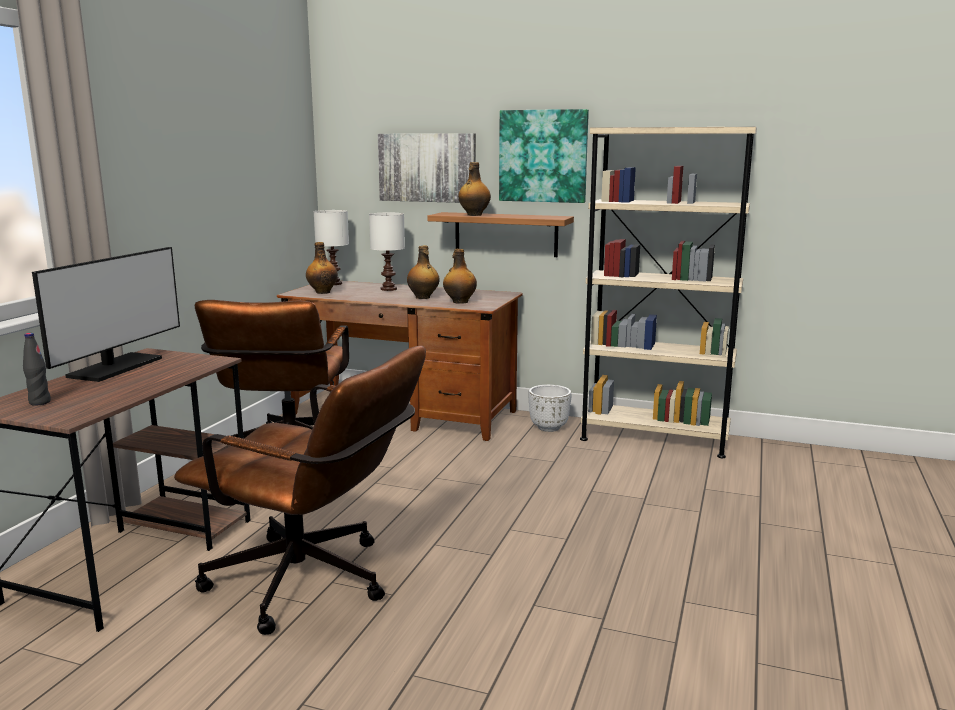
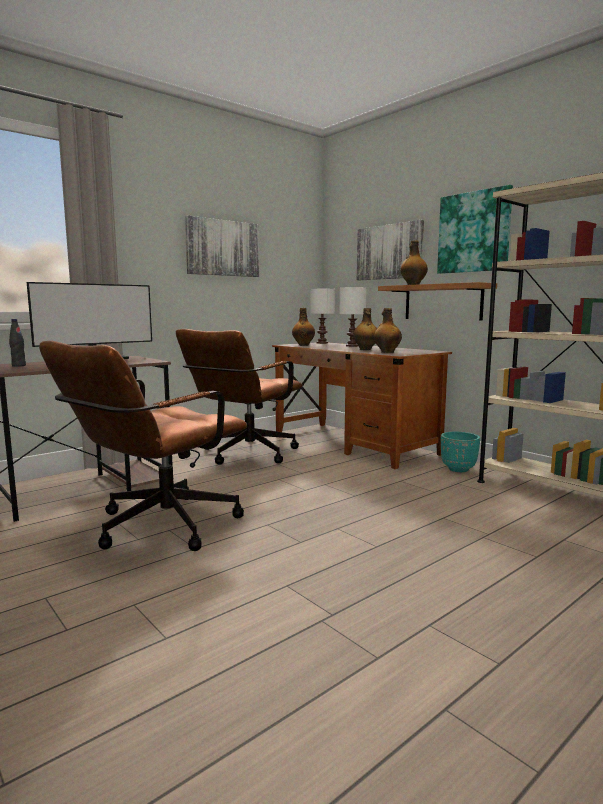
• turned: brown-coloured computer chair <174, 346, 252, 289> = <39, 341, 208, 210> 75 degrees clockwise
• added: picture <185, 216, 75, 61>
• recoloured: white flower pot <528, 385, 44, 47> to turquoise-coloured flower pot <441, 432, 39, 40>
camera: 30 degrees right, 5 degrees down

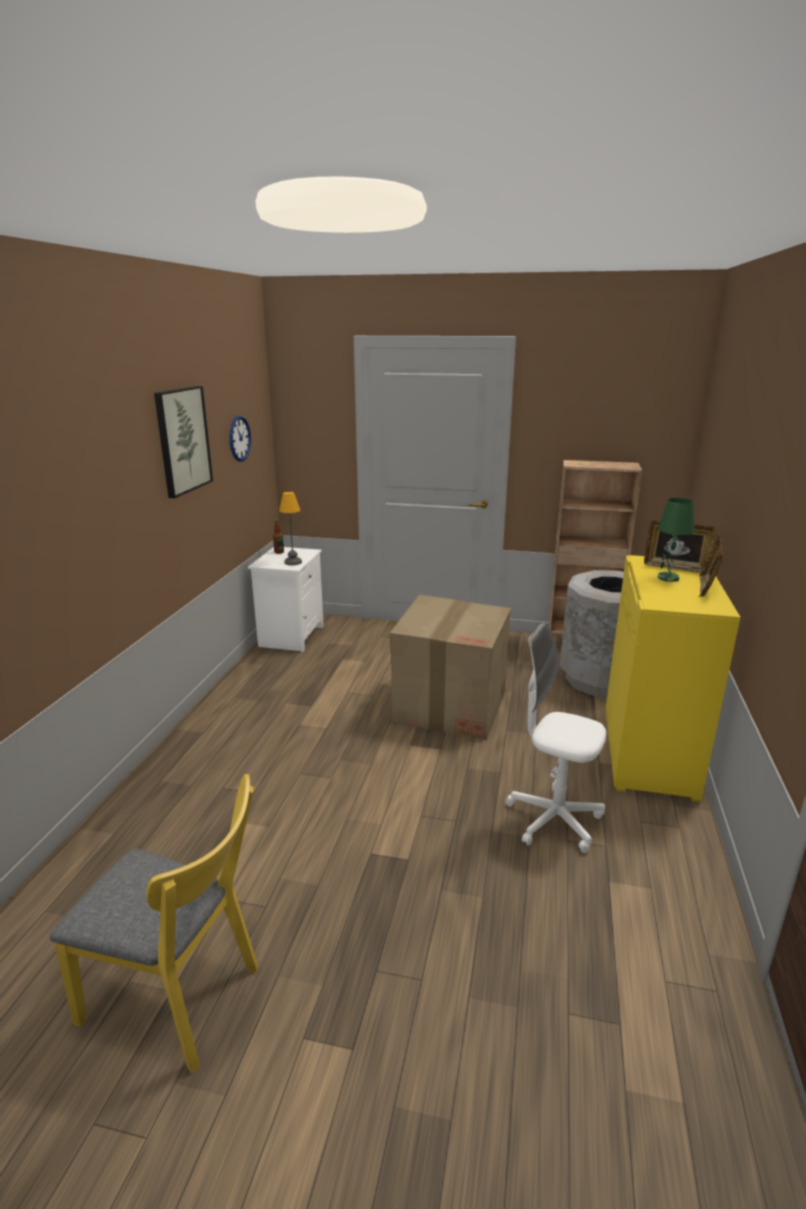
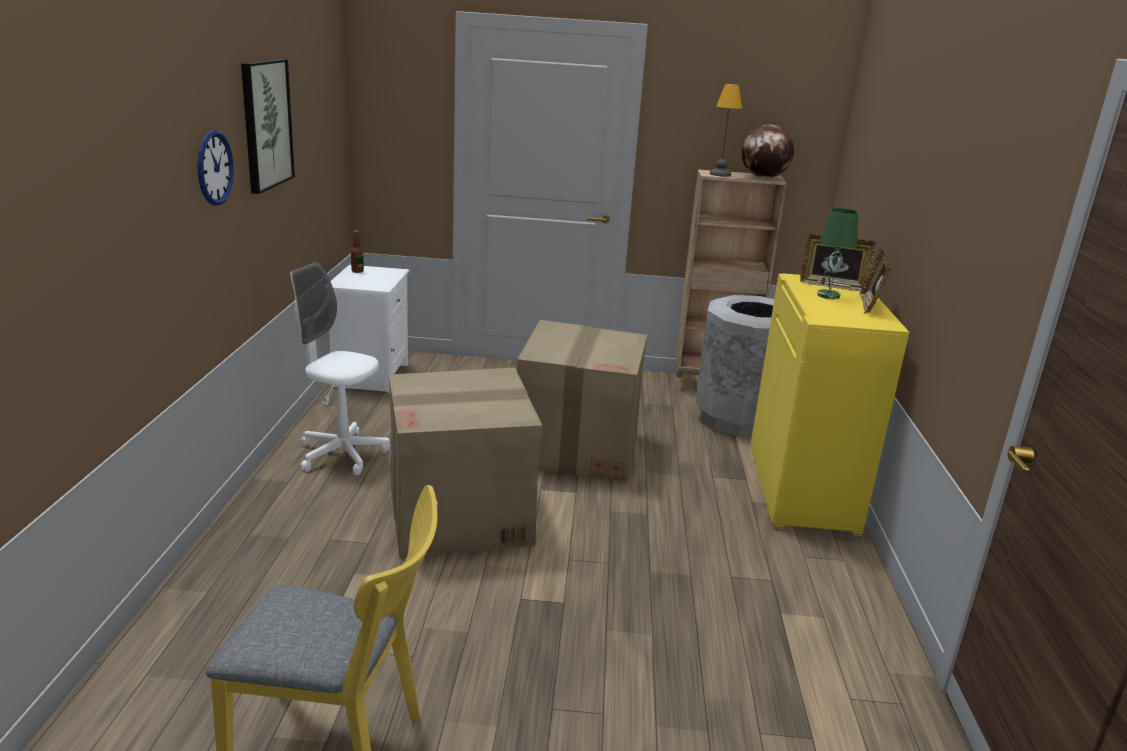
• moved: wall clock <229, 416, 22, 46> to <197, 131, 37, 74>
• moved: white computer chair <506, 622, 100, 231> to <291, 262, 99, 214>
• added: carton <389, 367, 153, 191>
• moved: tabletop lamp <279, 492, 23, 73> to <710, 84, 32, 93>
• added: desk globe <742, 125, 52, 53>
camera: 10 degrees left, 0 degrees up

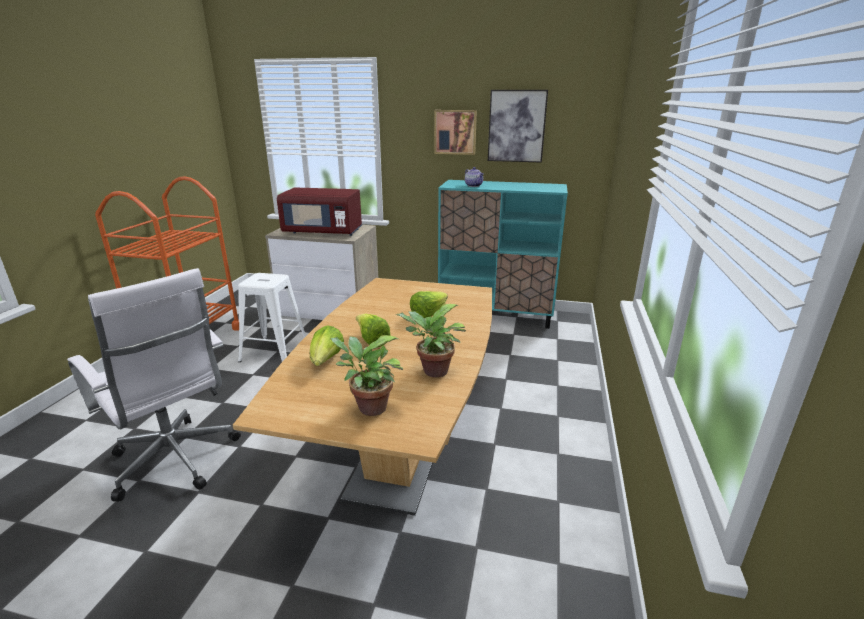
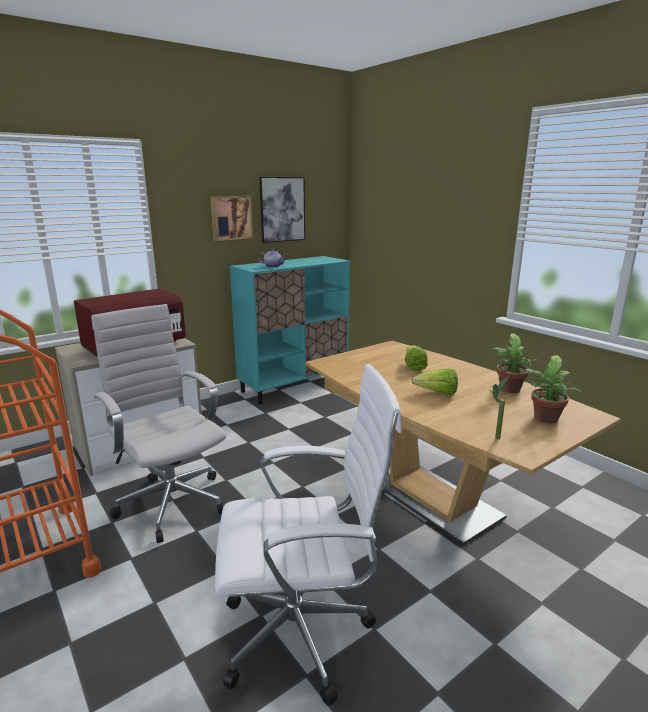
• replaced: white stool seat <238, 273, 68, 89> to white computer chair <91, 304, 135, 239>
• added: houseplant <488, 376, 22, 64>
• removed: head of lettuce <310, 325, 34, 41>
camera: 50 degrees left, 5 degrees down

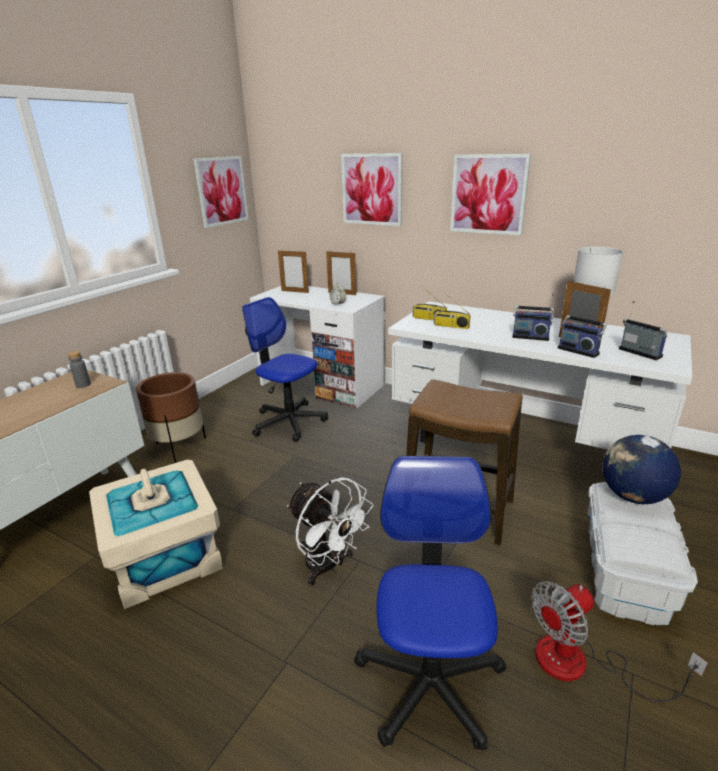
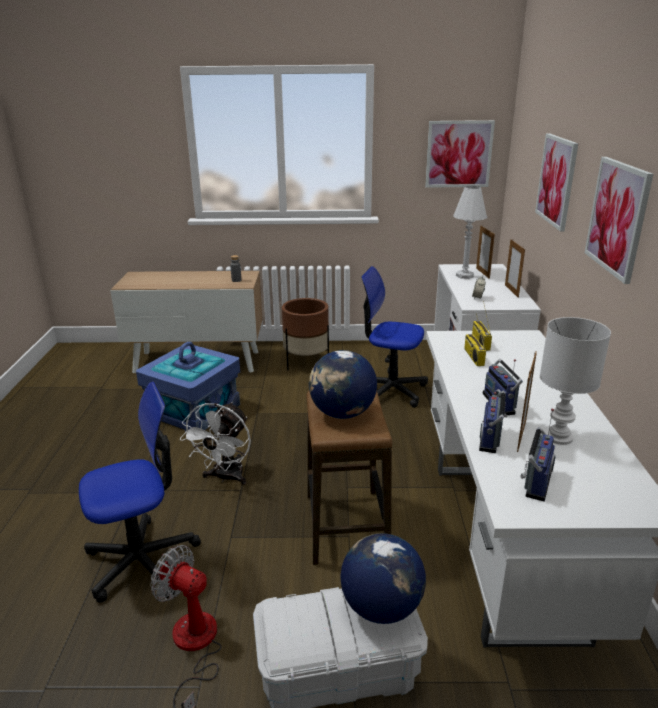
• recoloured: beige storage container <89, 459, 134, 150> to bluish storage container <136, 342, 104, 89>
• added: desk globe <309, 350, 68, 69>
• turned: computer chair <242, 297, 86, 145> = <361, 266, 67, 142> 75 degrees counterclockwise
• added: white tabletop lamp <453, 186, 34, 93>
camera: 60 degrees right, 0 degrees up

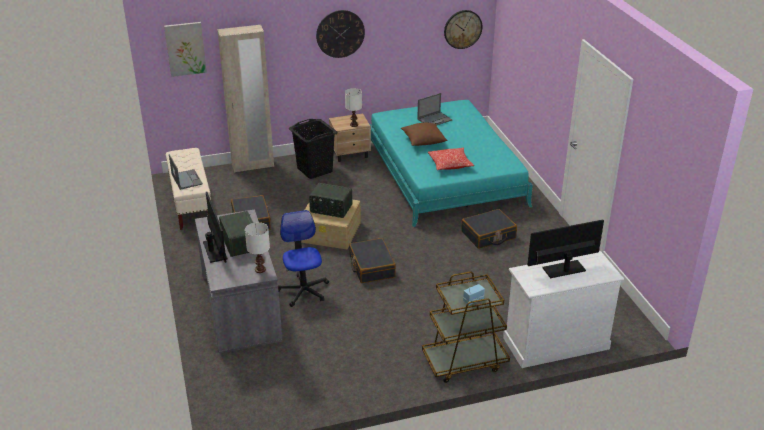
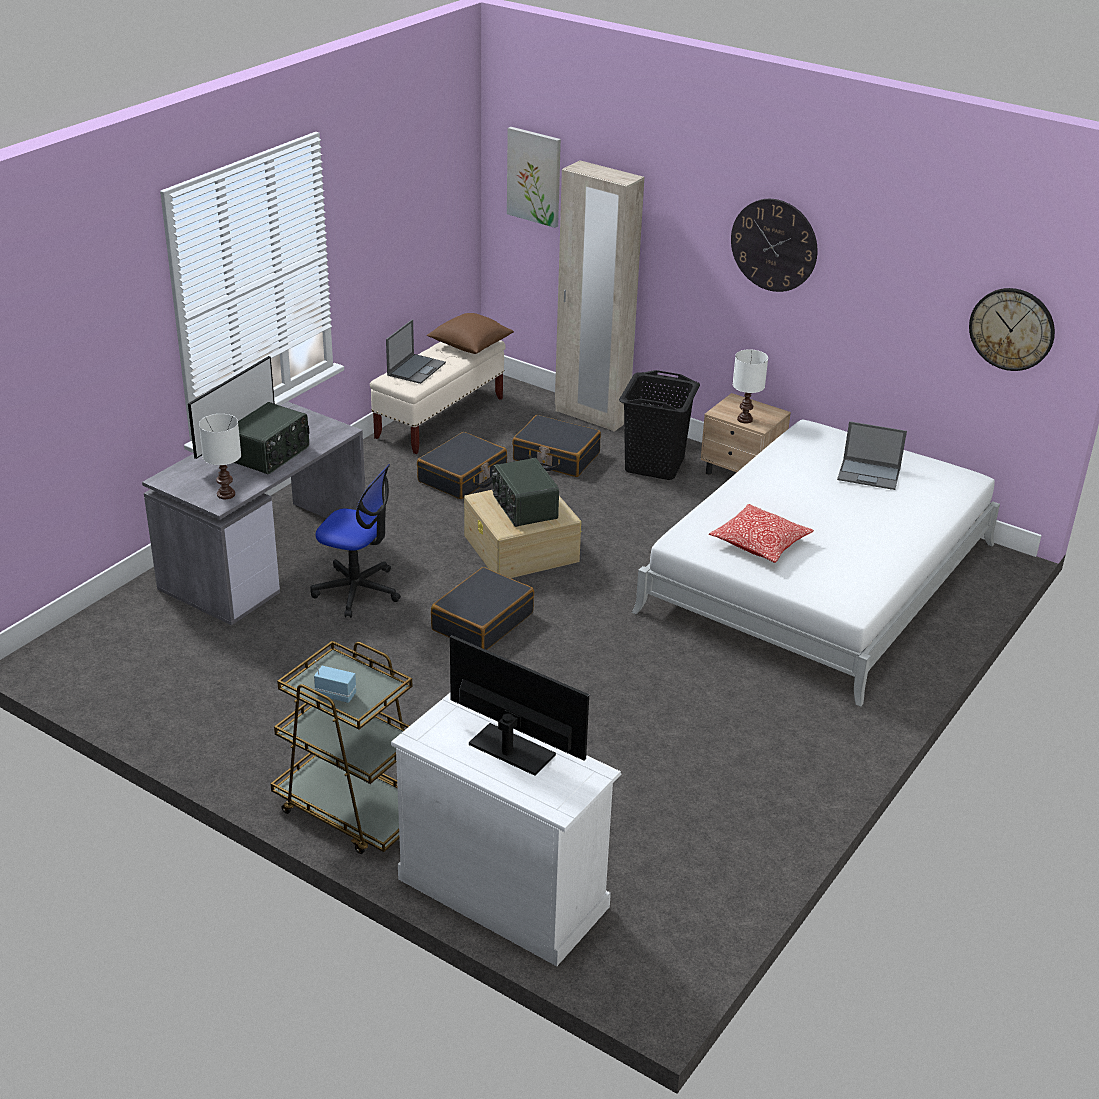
• turned: computer chair <278, 210, 51, 97> = <310, 464, 91, 154> 75 degrees clockwise
• moved: brown-coloured throw pillow <401, 123, 47, 23> to <427, 313, 87, 41>
• moved: blackish suitcase <461, 209, 56, 40> to <512, 415, 89, 62>
• recoloured: turquoise-coloured sleeping bed <370, 100, 163, 127> to white sleeping bed <632, 420, 368, 287>
camera: 50 degrees right, 0 degrees up

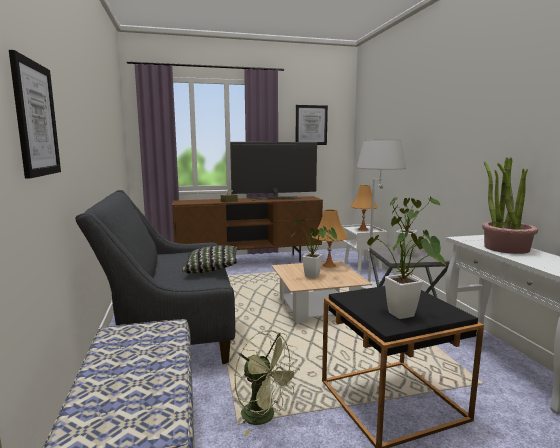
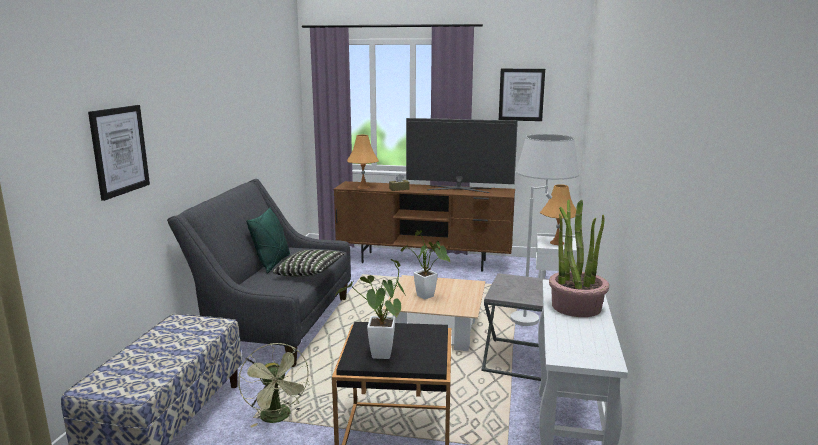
• added: green throw pillow <246, 207, 44, 67>
• moved: orangey tabletop lamp <312, 209, 36, 59> to <347, 135, 32, 54>
• removed: houseplant <390, 196, 50, 59>
camera: 25 degrees right, 5 degrees up

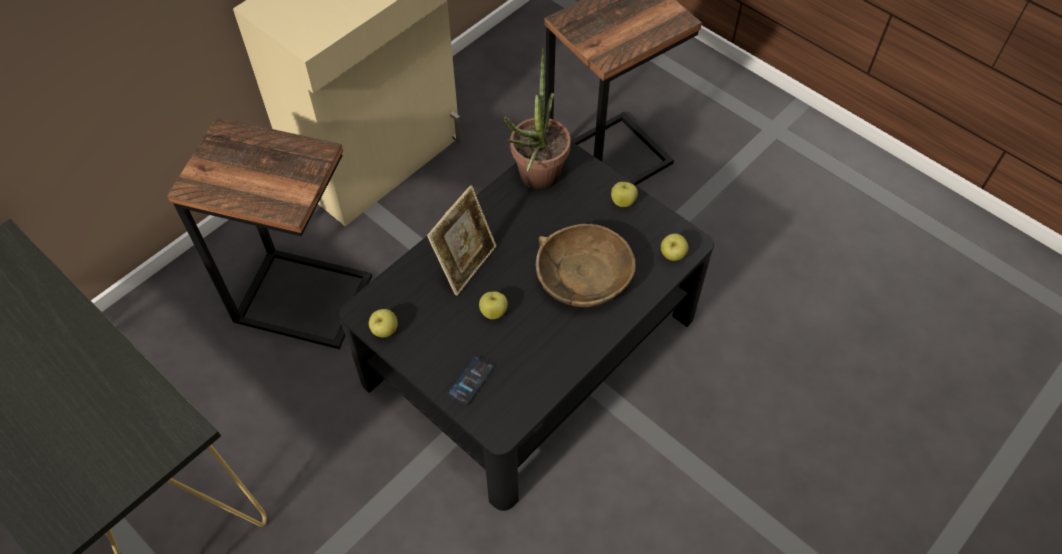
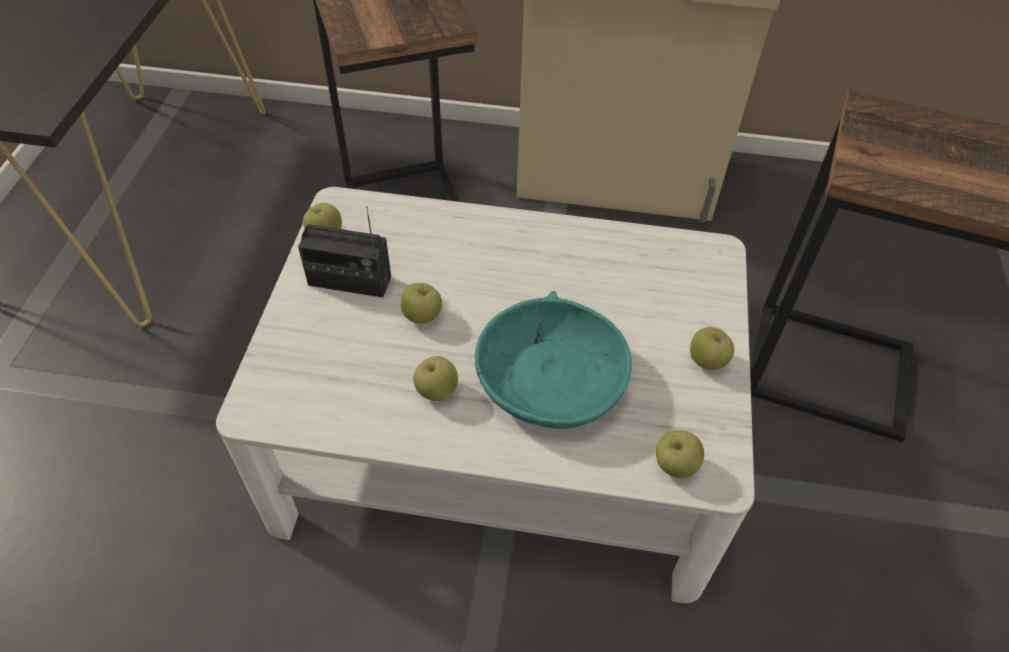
• recoloured: blackish coffee table <339, 141, 375, 370> to white coffee table <216, 187, 539, 416>
• added: radio <298, 206, 93, 92>
• added: apple <413, 356, 45, 45>
• recoloured: brown-coloured deep dish <536, 224, 100, 83> to turquoise-coloured deep dish <475, 291, 157, 138>
• removed: picture frame <427, 185, 70, 110>
• removed: handset <447, 355, 47, 50>
• removed: houseplant <504, 48, 67, 141>
camera: 55 degrees right, 5 degrees down

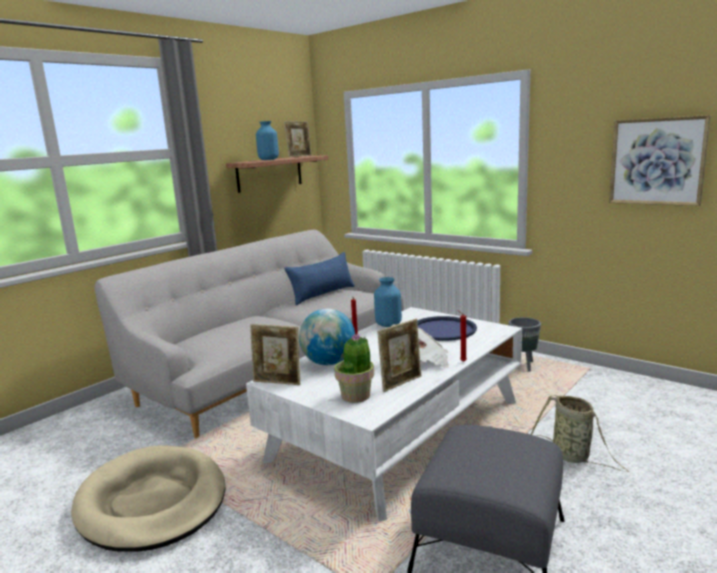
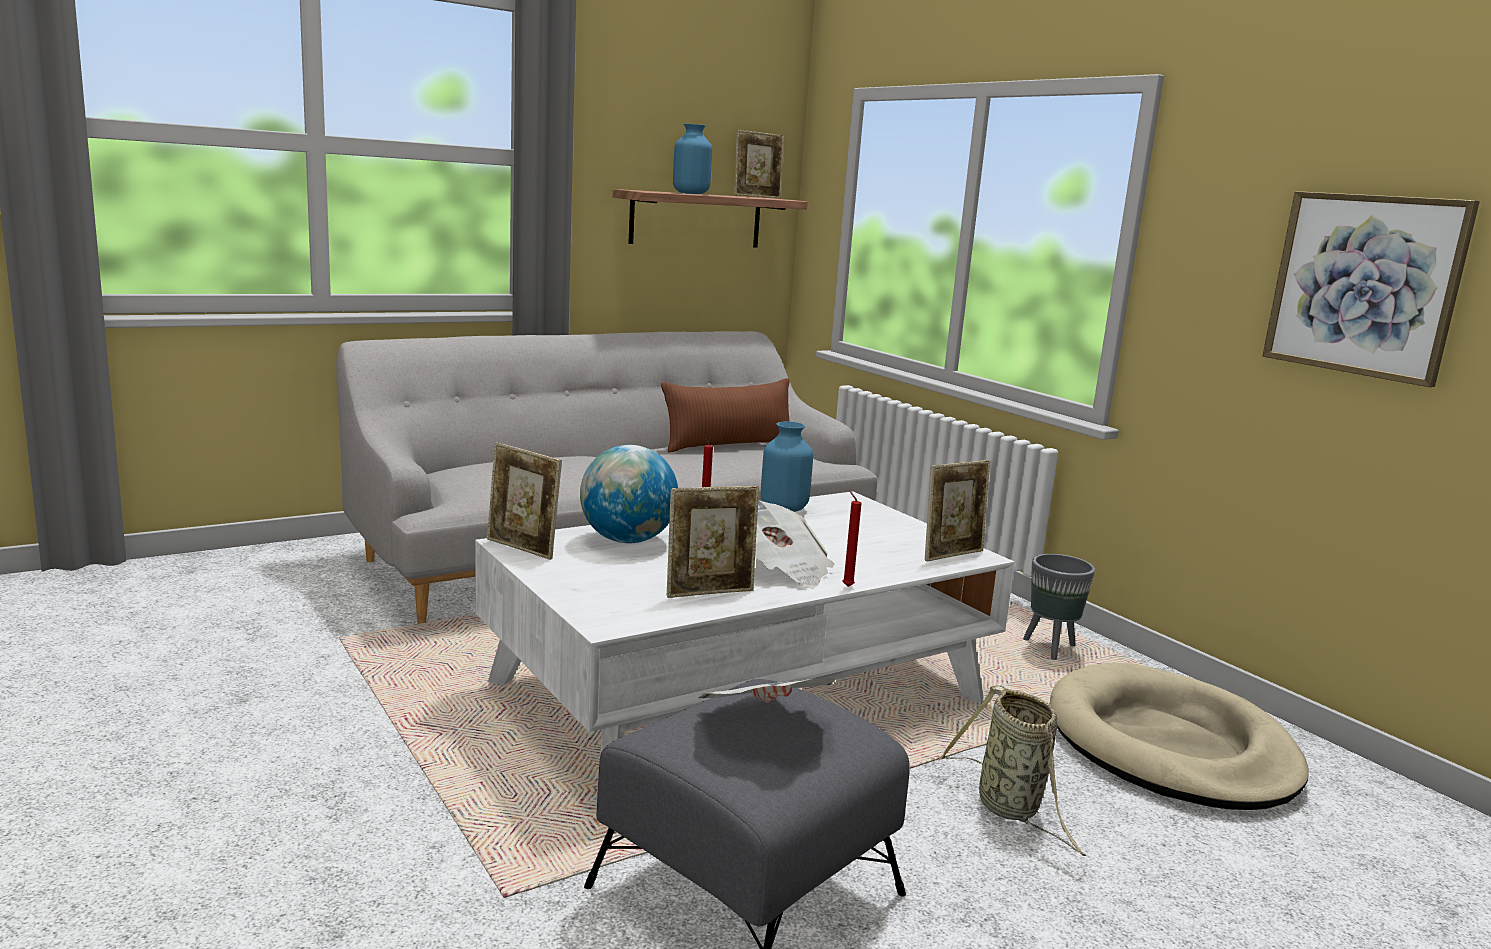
• recoloured: bluish throw pillow <285, 252, 70, 53> to brown-coloured throw pillow <661, 378, 129, 75>
• added: printed paper <698, 678, 138, 25>
• added: picture frame <925, 460, 65, 102>
• moved: beige dog cushion <71, 445, 155, 107> to <1050, 663, 259, 147>
• removed: houseplant <334, 334, 40, 69>
• removed: bluish serving tray <417, 316, 60, 25>
camera: 15 degrees right, 0 degrees up

